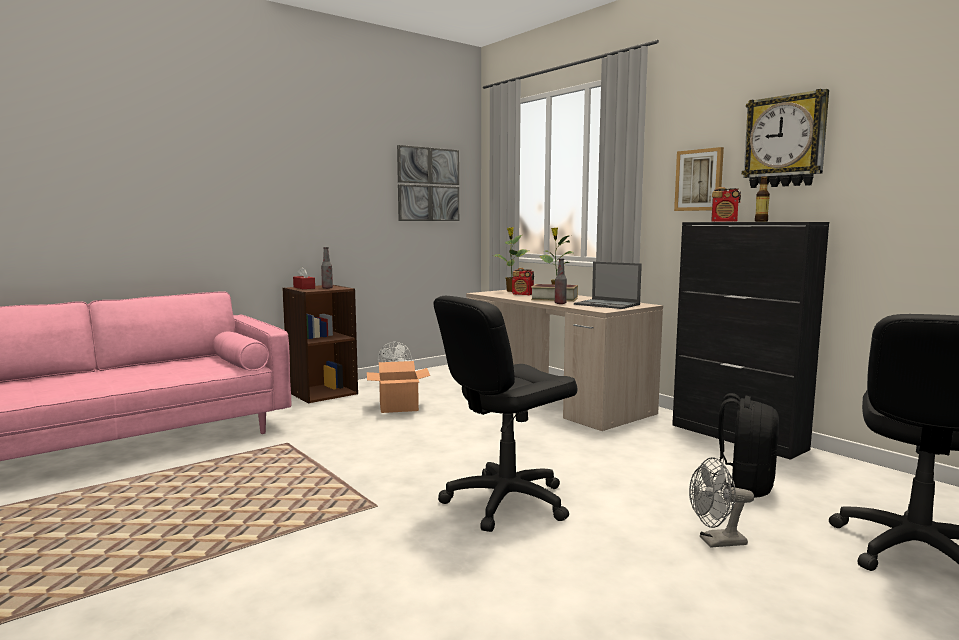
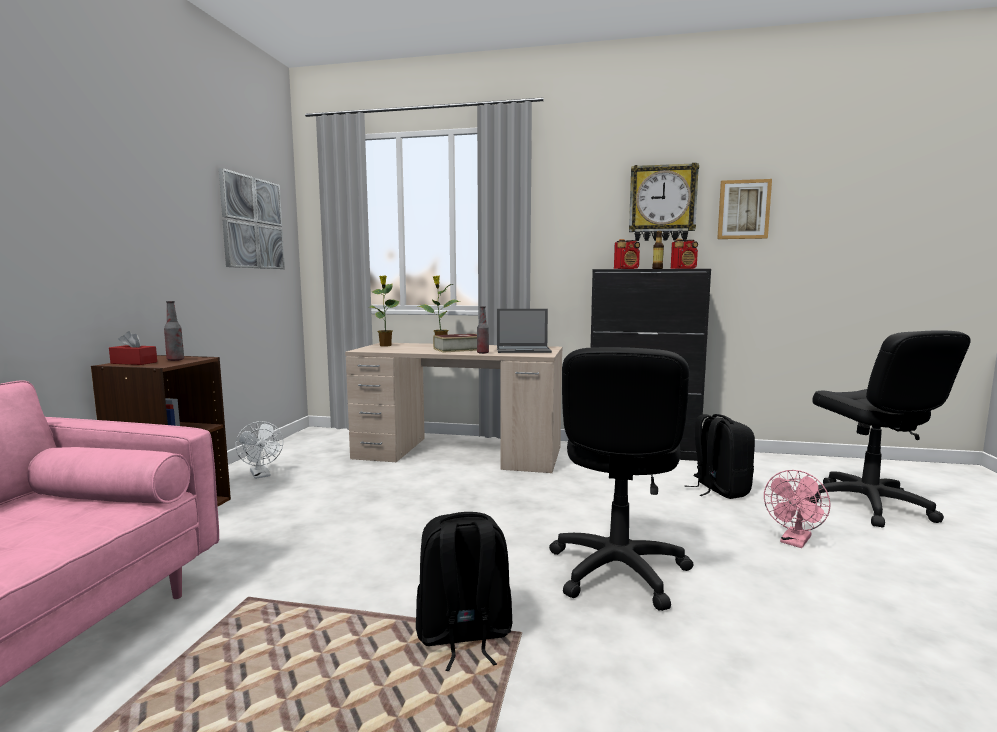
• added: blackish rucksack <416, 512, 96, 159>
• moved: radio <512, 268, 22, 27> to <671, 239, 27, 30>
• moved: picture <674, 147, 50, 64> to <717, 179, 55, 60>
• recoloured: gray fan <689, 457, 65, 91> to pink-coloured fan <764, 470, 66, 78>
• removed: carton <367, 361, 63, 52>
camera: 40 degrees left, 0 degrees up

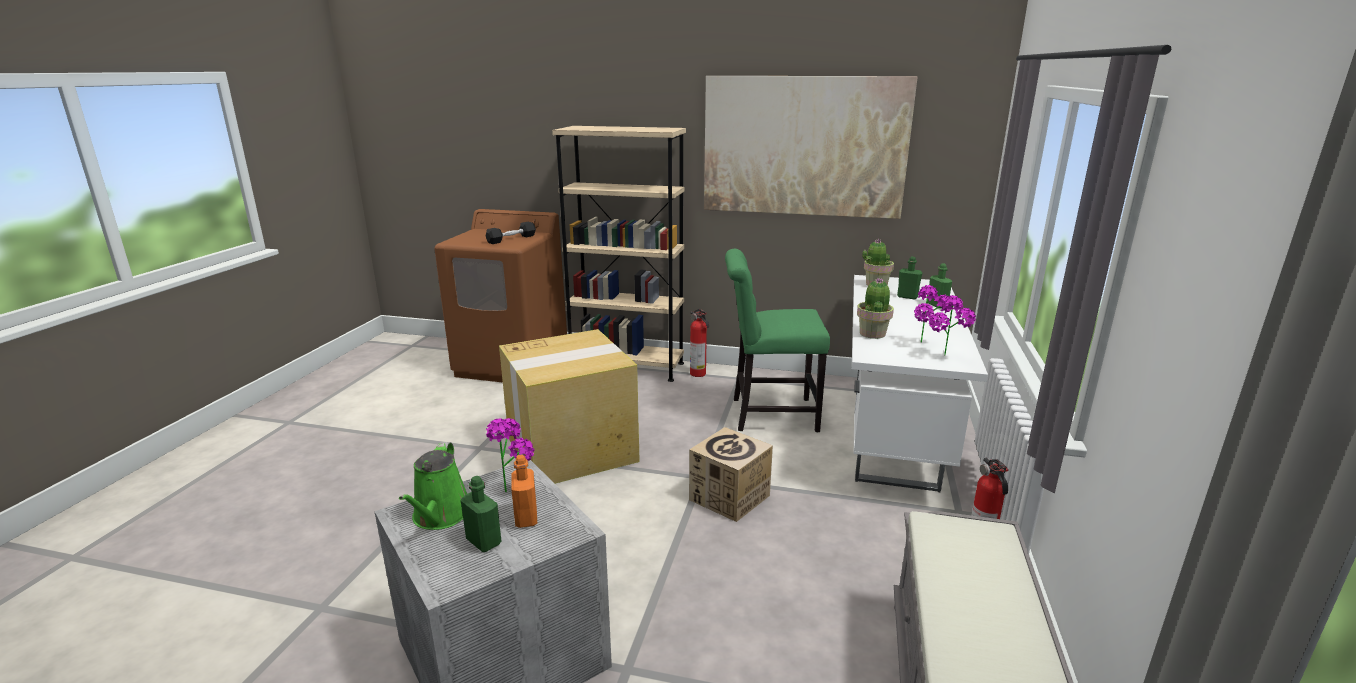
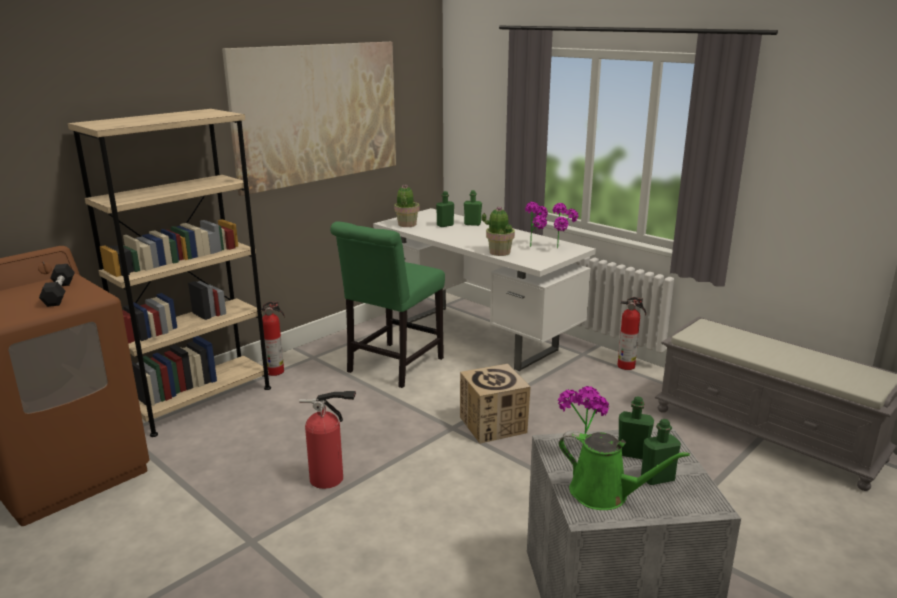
• replaced: carton <499, 329, 141, 155> to fire-fighting cylinder <299, 391, 57, 98>
• recoloured: orangey beverage bottle <511, 455, 26, 73> to green beverage bottle <618, 396, 36, 63>
camera: 60 degrees left, 0 degrees up

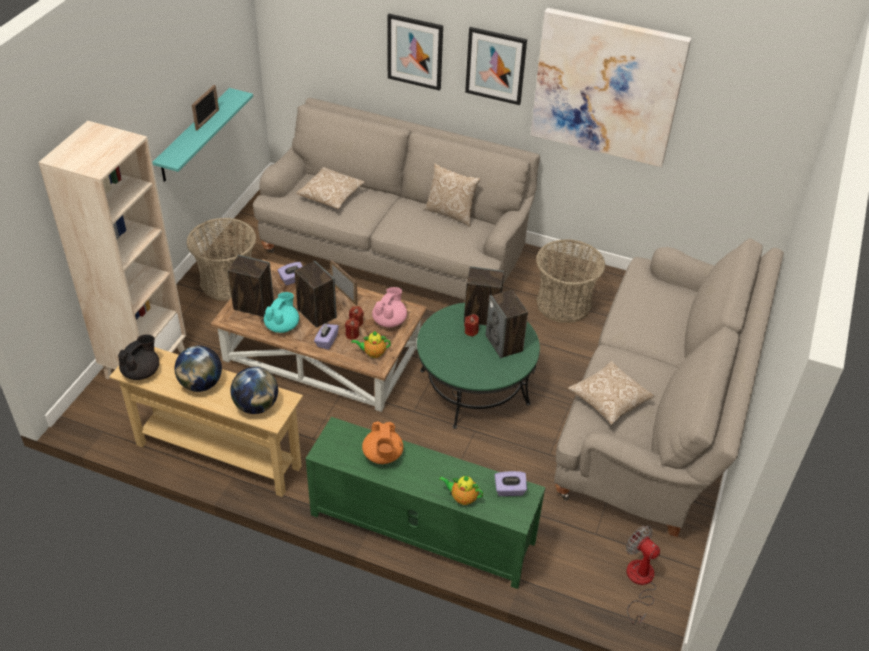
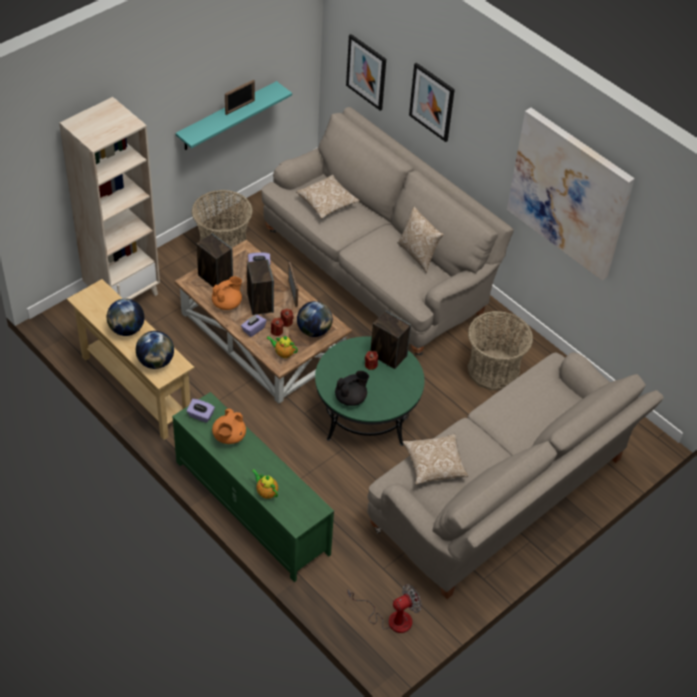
• moved: purple-coloured box of tissues <495, 471, 32, 25> to <187, 399, 28, 24>
• recoloured: turquoise-coloured teapot <264, 292, 35, 41> to orangey teapot <212, 276, 30, 34>
• replaced: pink-coloured teapot <372, 287, 35, 40> to desk globe <297, 301, 36, 36>
• moved: blackish teapot <118, 335, 41, 45> to <335, 371, 34, 35>
• moved: picture <465, 27, 62, 78> to <346, 34, 40, 77>
• turned: fan <626, 526, 34, 98> = <347, 584, 75, 49> 75 degrees clockwise
• removed: speaker <486, 290, 42, 68>
camera: 25 degrees right, 5 degrees up

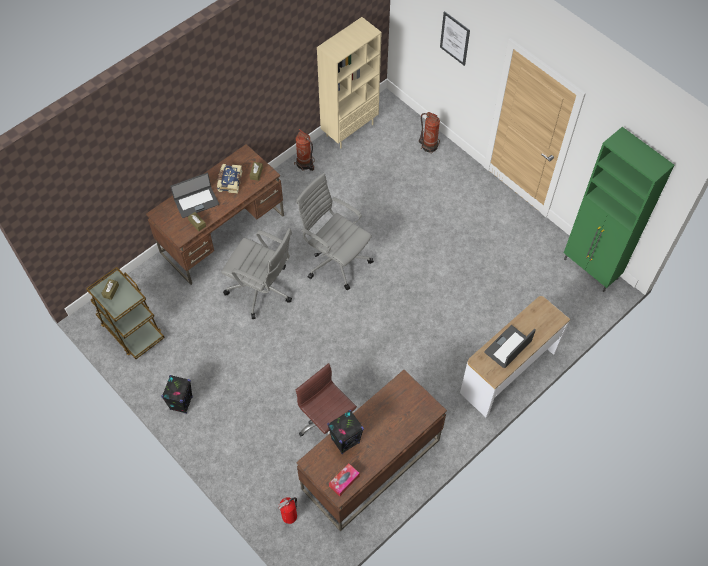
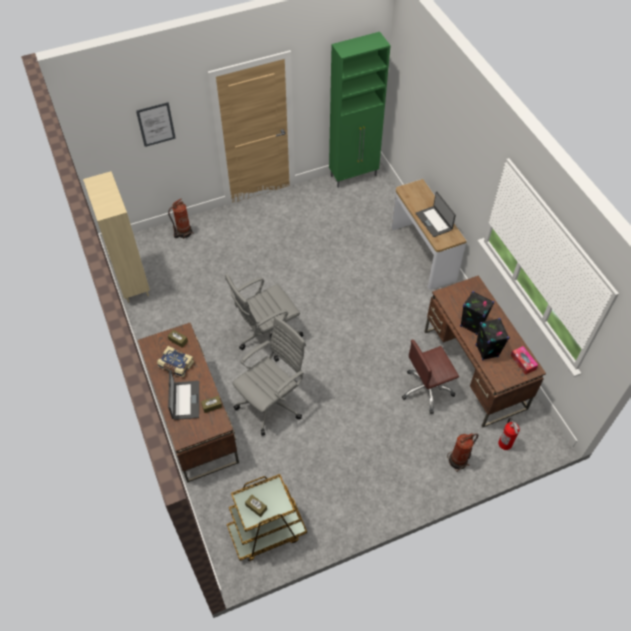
• moved: fire-fighting cylinder <294, 129, 21, 42> to <447, 433, 31, 39>
• moved: blackish speaker <161, 375, 32, 39> to <460, 291, 34, 44>
camera: 70 degrees left, 5 degrees down

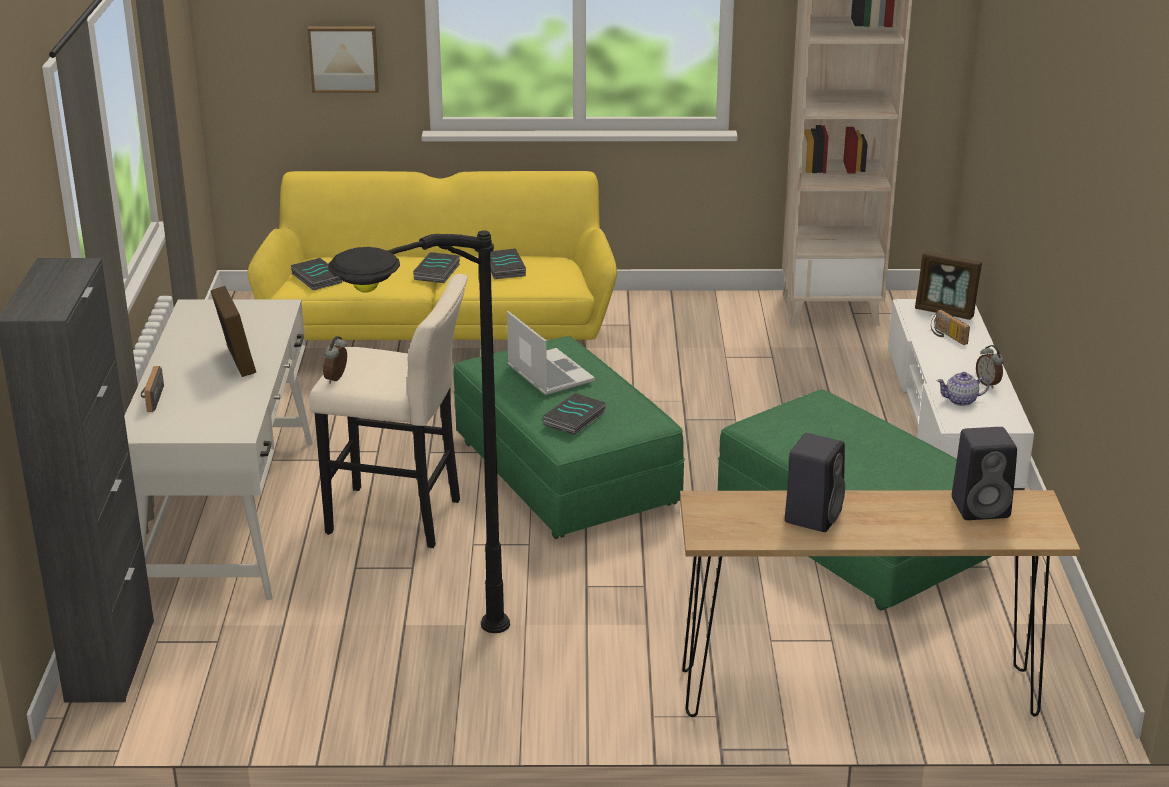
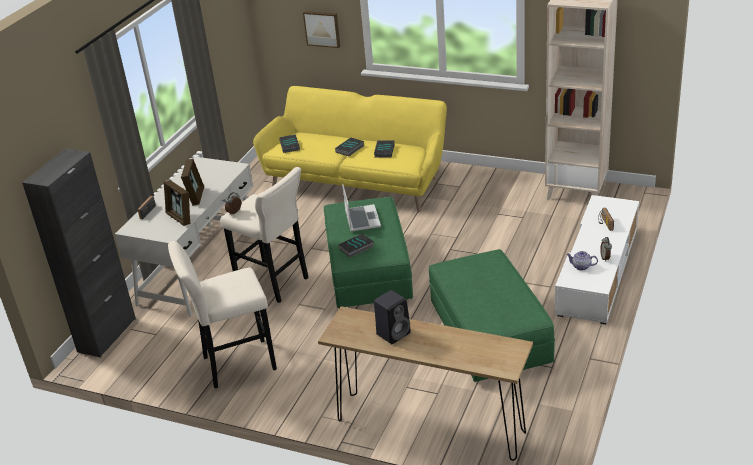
• moved: picture frame <915, 251, 67, 69> to <164, 180, 26, 46>
• replaced: blackish standard lamp <328, 230, 182, 403> to beige stool seat <168, 241, 109, 147>
• removed: blackish speaker <952, 427, 65, 93>
camera: 25 degrees right, 5 degrees up

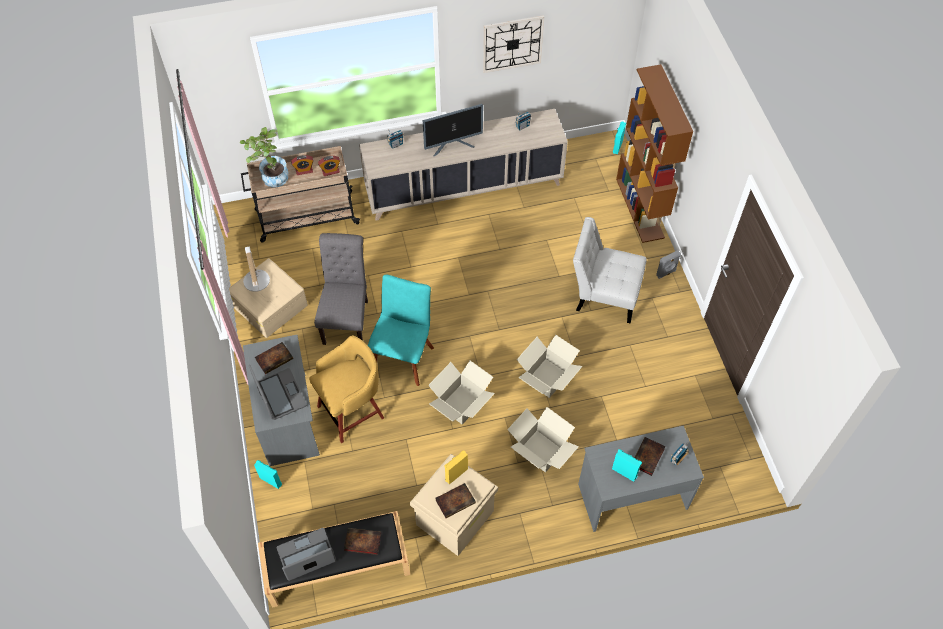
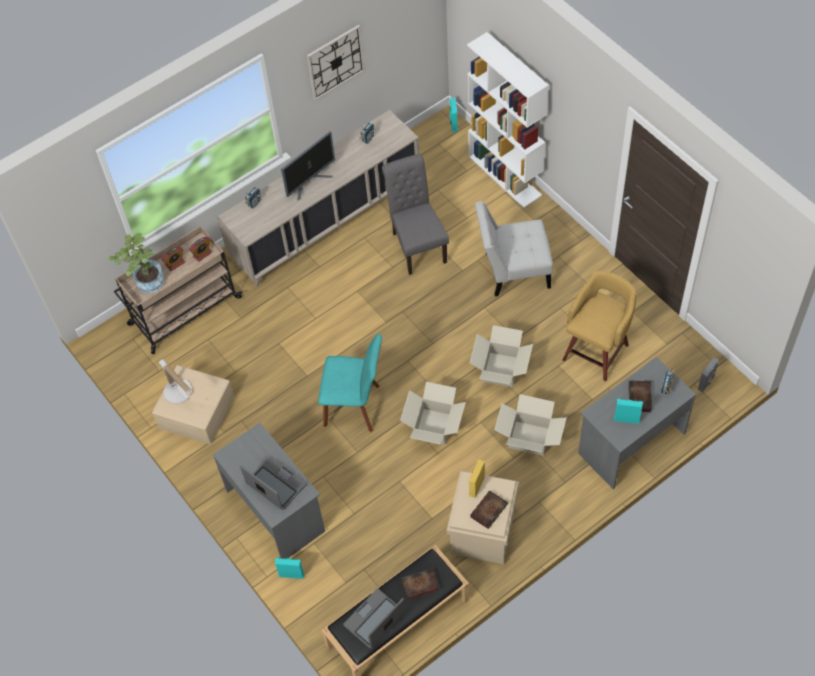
• turned: turquoise-coloured upright chair <368, 274, 66, 112> = <318, 334, 64, 98> 105 degrees clockwise
• moved: gray upright chair <314, 233, 54, 112> to <382, 154, 67, 121>
• recoloured: brown-coloured bookshelf <616, 64, 77, 179> to white bookshelf <467, 32, 82, 176>
• moved: yellowish stool seat <309, 335, 75, 108> to <563, 271, 74, 111>
• moved: gray speaker <656, 250, 25, 29> to <698, 357, 21, 35>
• removed: book <255, 342, 38, 32>
camera: 20 degrees left, 0 degrees up

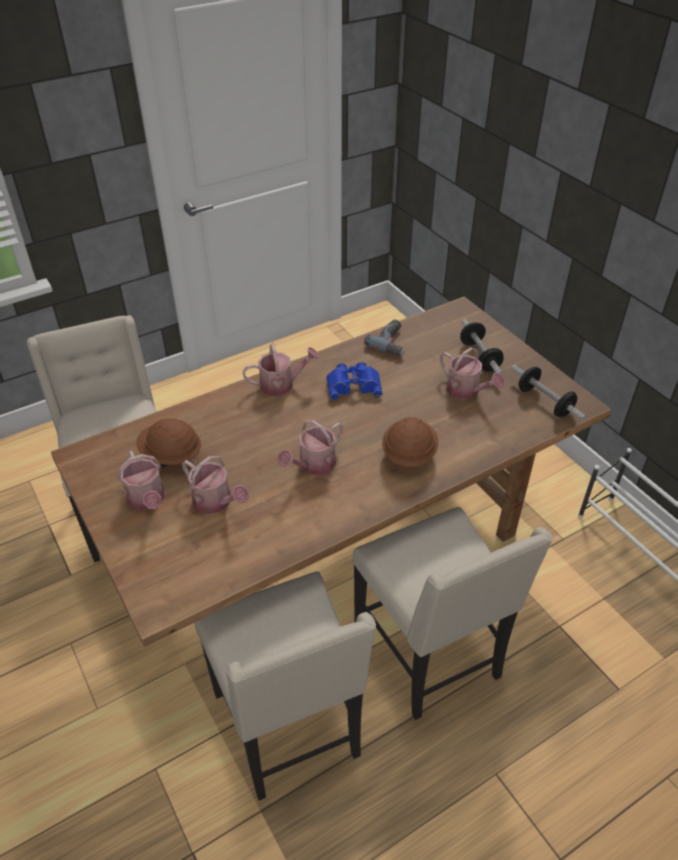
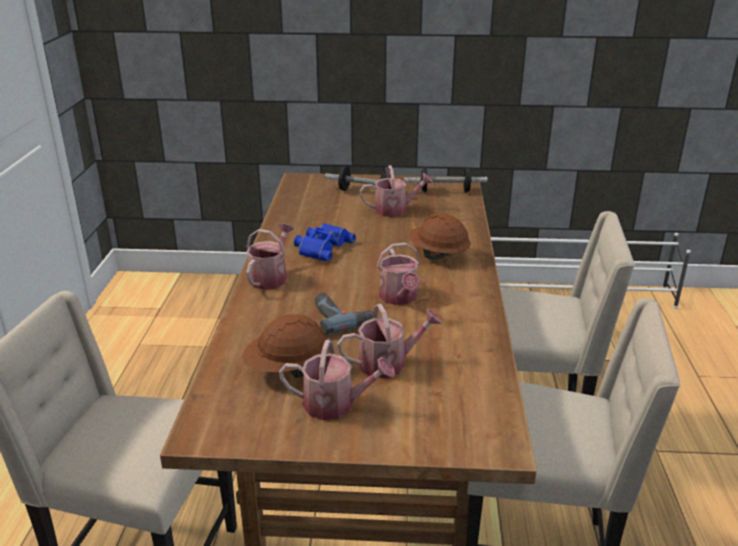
• moved: drill <364, 319, 41, 37> to <315, 293, 58, 42>
camera: 55 degrees left, 15 degrees down

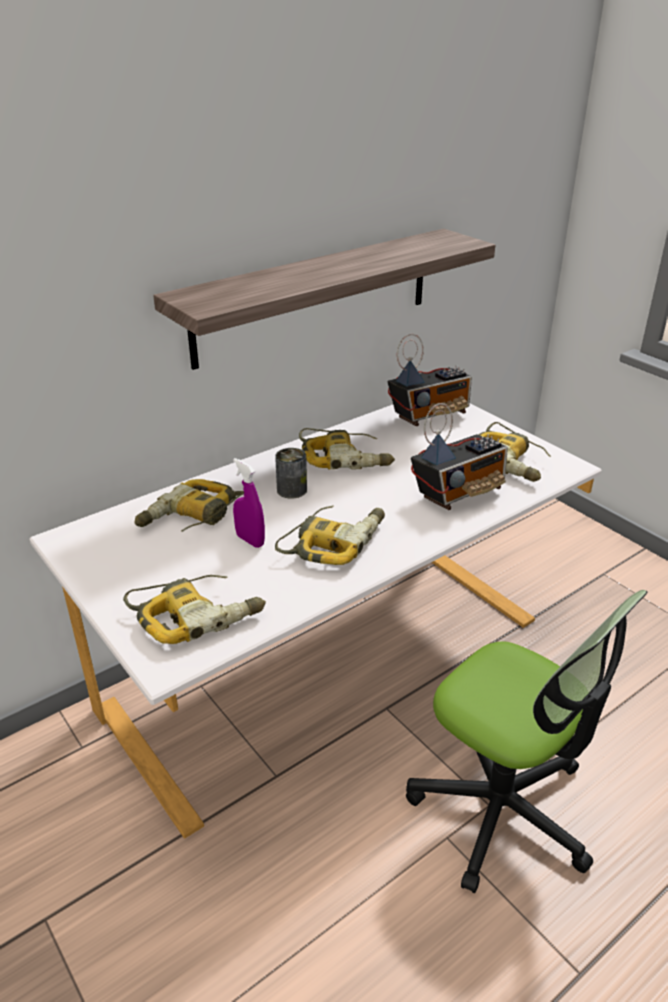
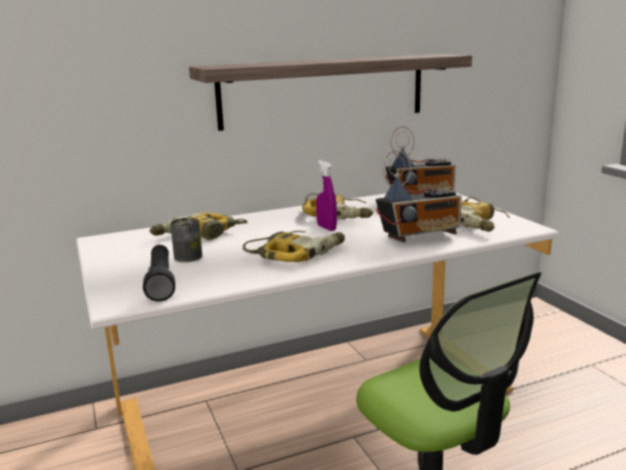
• replaced: drill <123, 575, 143, 69> to blackish flashlight <143, 245, 32, 56>
• moved: metal can <275, 448, 32, 50> to <170, 218, 32, 44>
• moved: purple-coloured hand sprayer <233, 458, 32, 90> to <316, 160, 21, 71>
camera: 15 degrees right, 15 degrees down

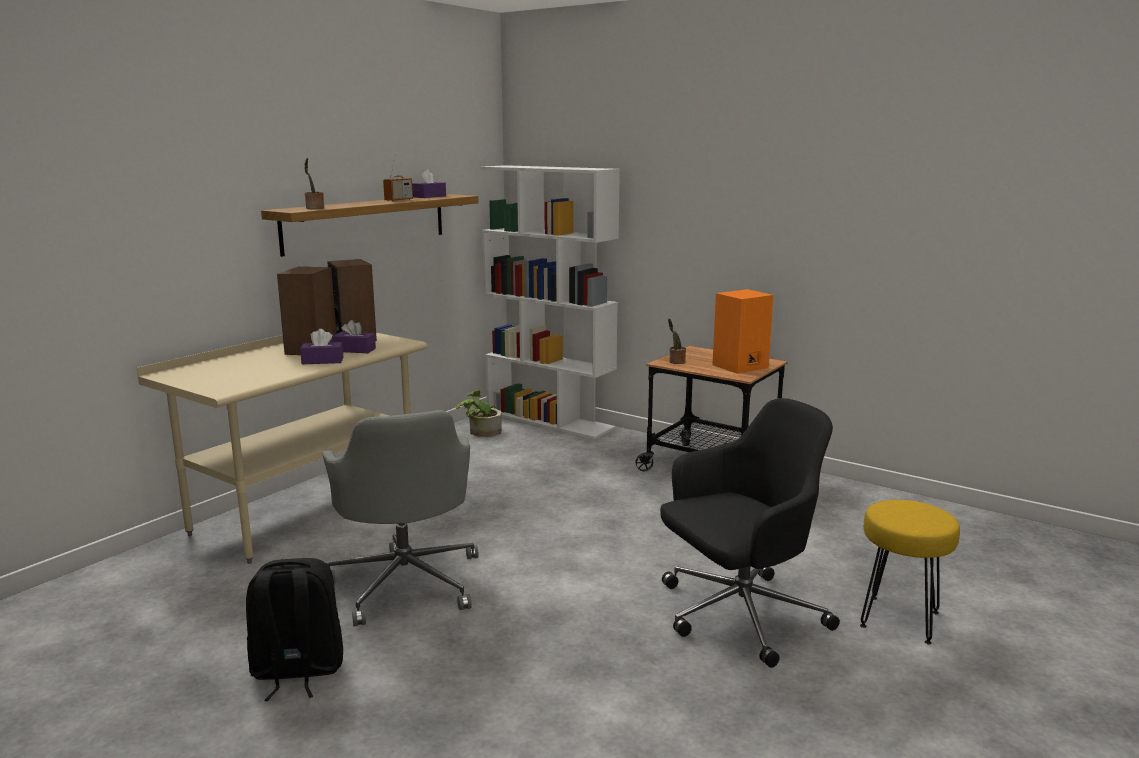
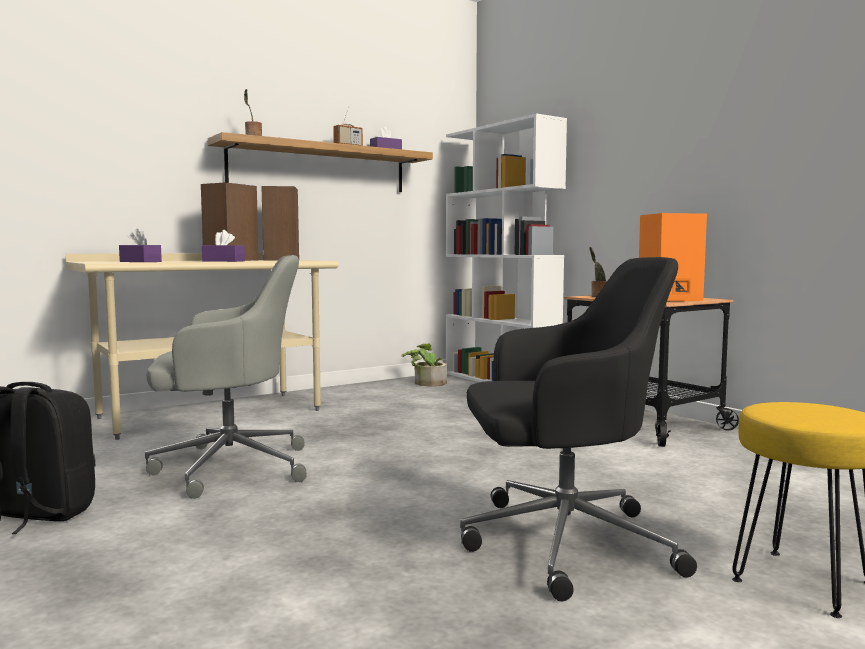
• moved: purple-coloured box of tissues <333, 320, 43, 33> to <119, 229, 43, 33>
• turned: gray computer chair <322, 410, 157, 216> = <145, 255, 162, 244> 105 degrees counterclockwise
camera: 20 degrees right, 10 degrees down

